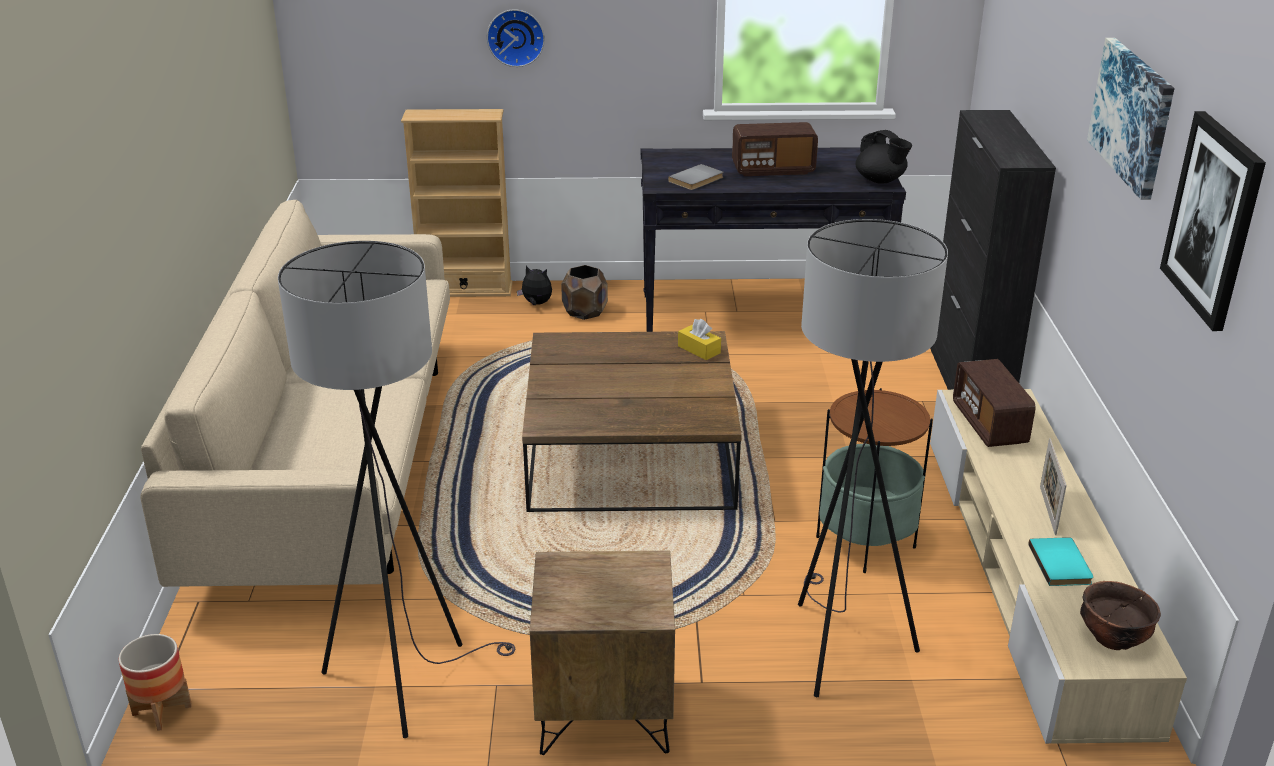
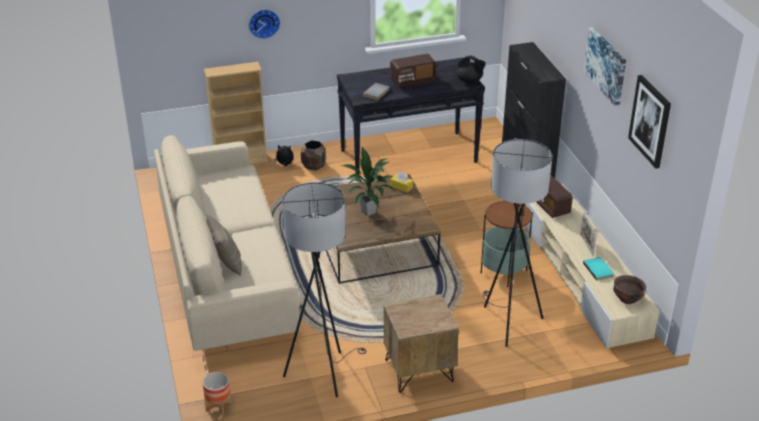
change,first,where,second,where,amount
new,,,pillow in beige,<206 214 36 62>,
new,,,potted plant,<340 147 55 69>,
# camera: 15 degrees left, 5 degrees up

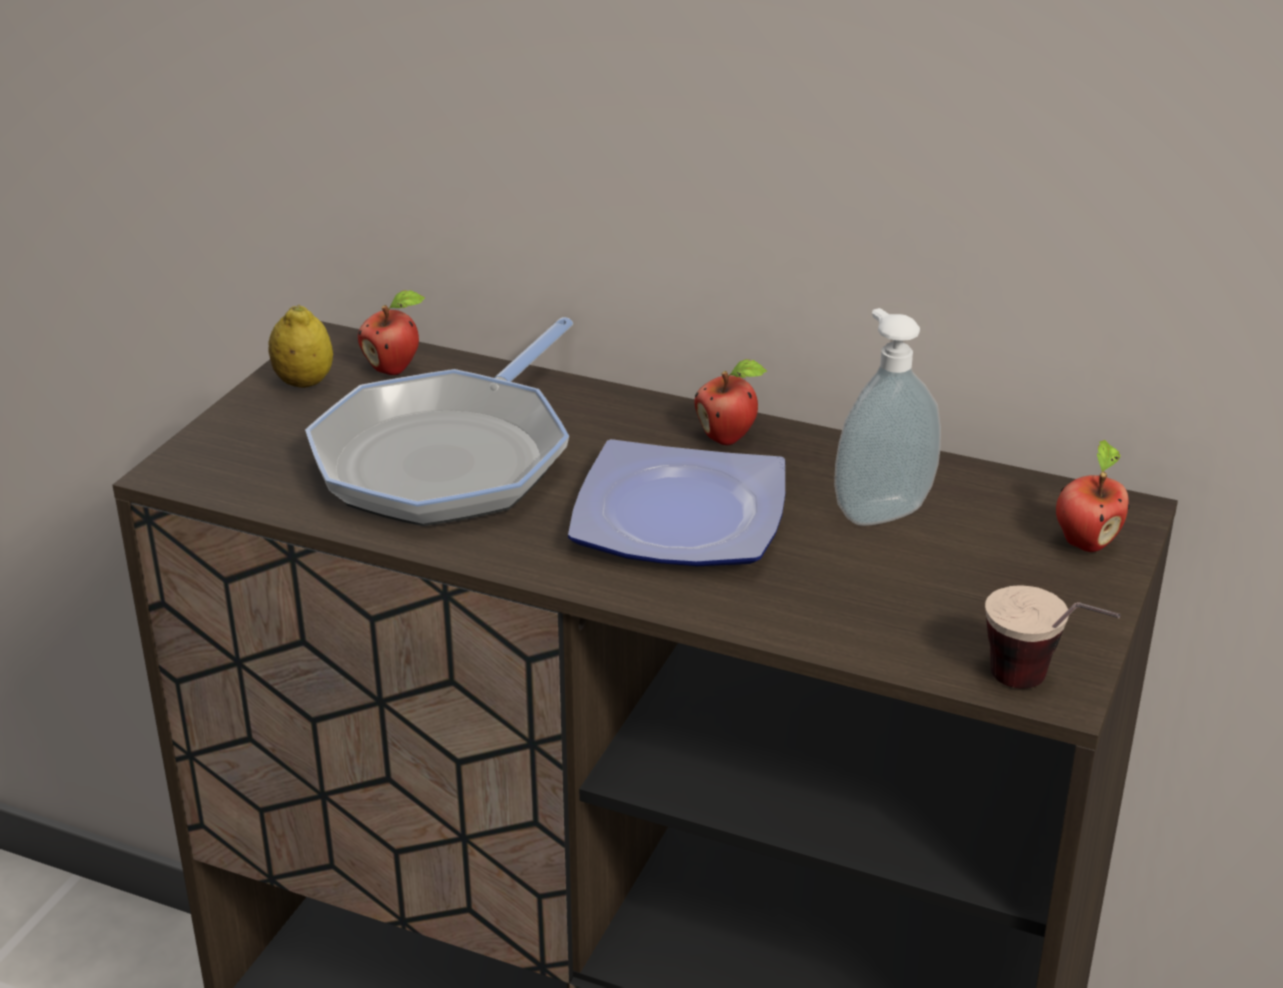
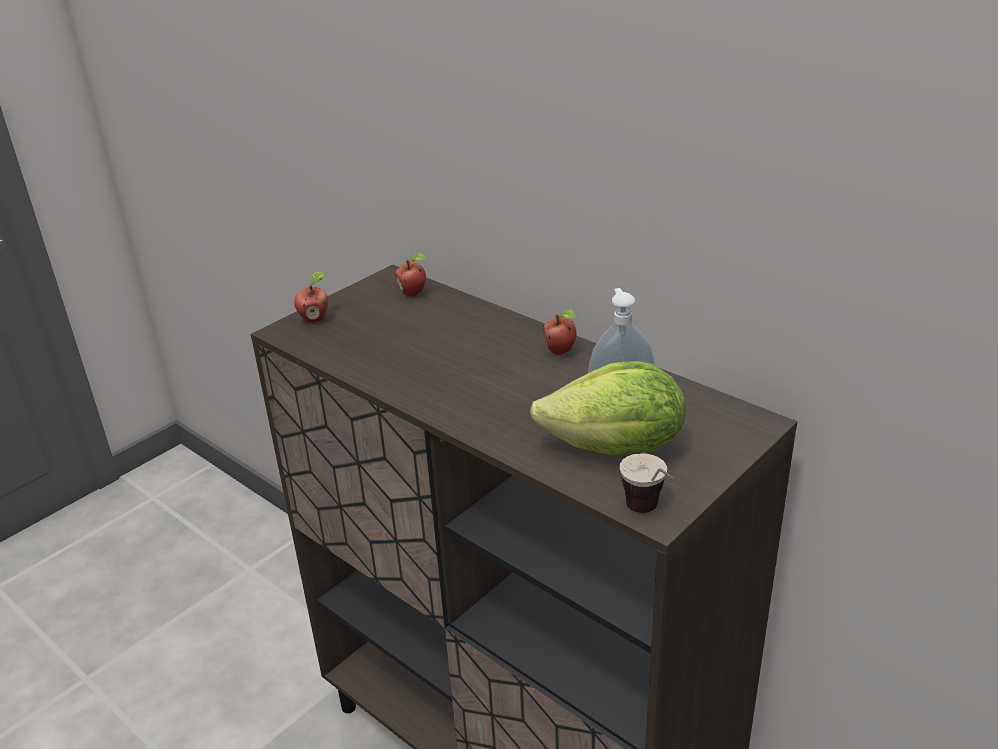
change,first,where,second,where,amount
gone,lemon,<268 304 65 84>,,,
gone,frying pan,<305 317 268 209>,,,
gone,plate,<568 439 217 127>,,,
new,,,lettuce,<530 361 155 94>,
shifted,apple,<1056 440 74 112>,,<294 271 34 52>,
# camera: 20 degrees right, 0 degrees up

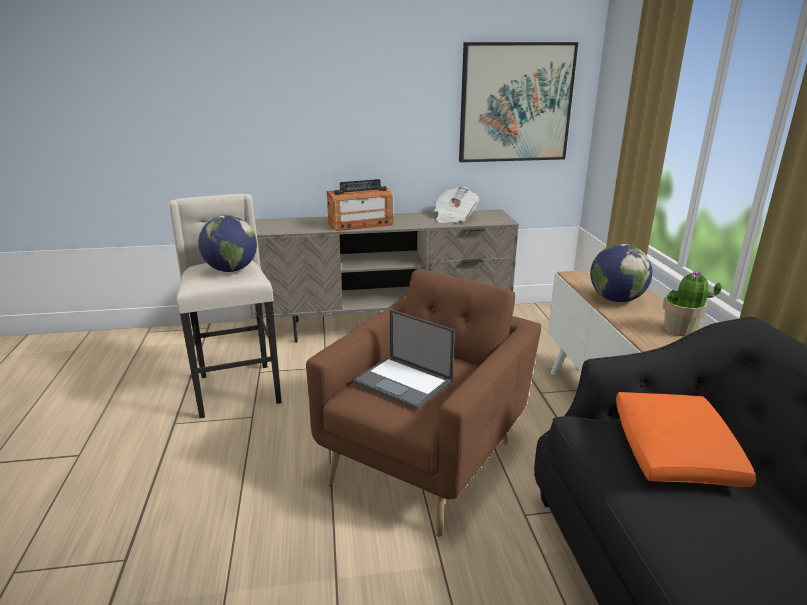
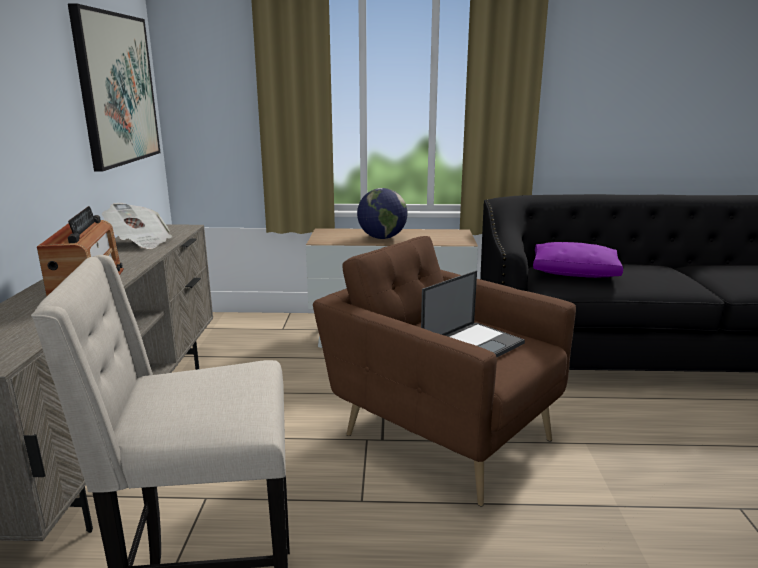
change,first,where,second,where,amount
gone,globe,<198 215 59 57>,,,
gone,potted plant,<663 270 59 66>,,,
repainted,pillow in orange,<616 392 140 95>,pillow in purple,<533 242 90 36>,
# camera: 80 degrees left, 5 degrees down

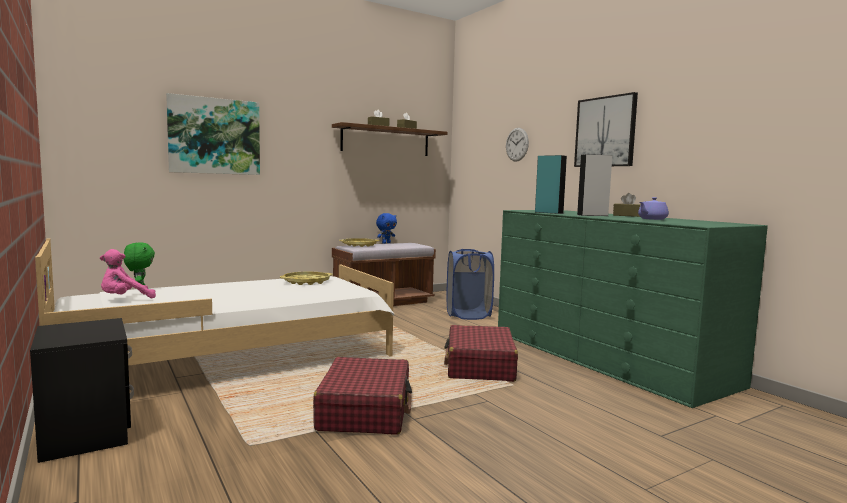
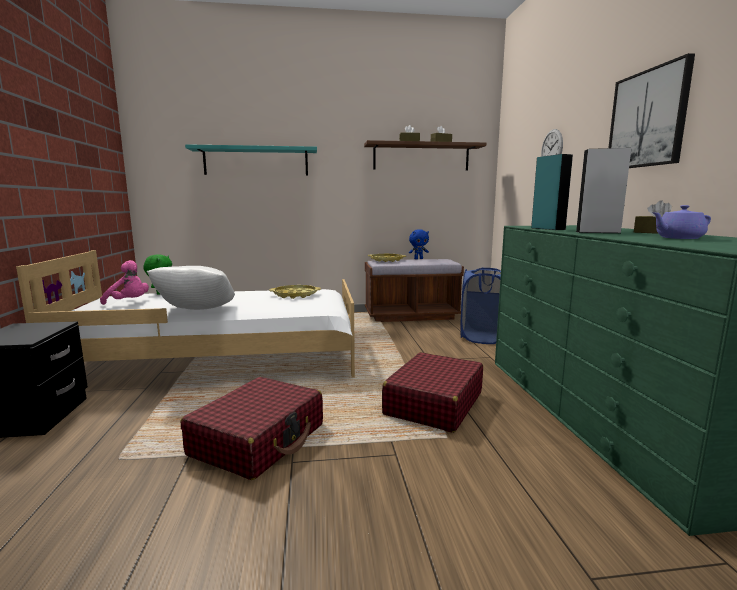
change,first,where,second,where,amount
new,,,pillow in white,<146 266 89 44>,
swapped,picture,<166 93 94 82>,shelf in turquoise,<185 144 132 32>,
rotated,plush toy in pink,<100 249 56 49>,,<100 260 49 45>,150 degrees counterclockwise
# camera: 25 degrees right, 5 degrees up

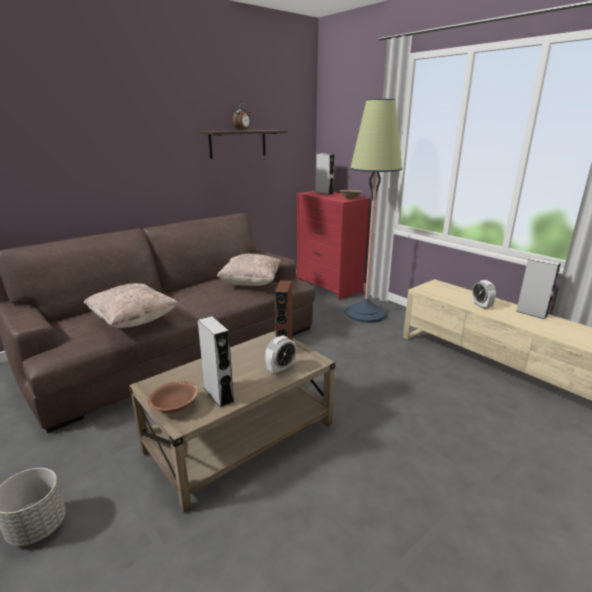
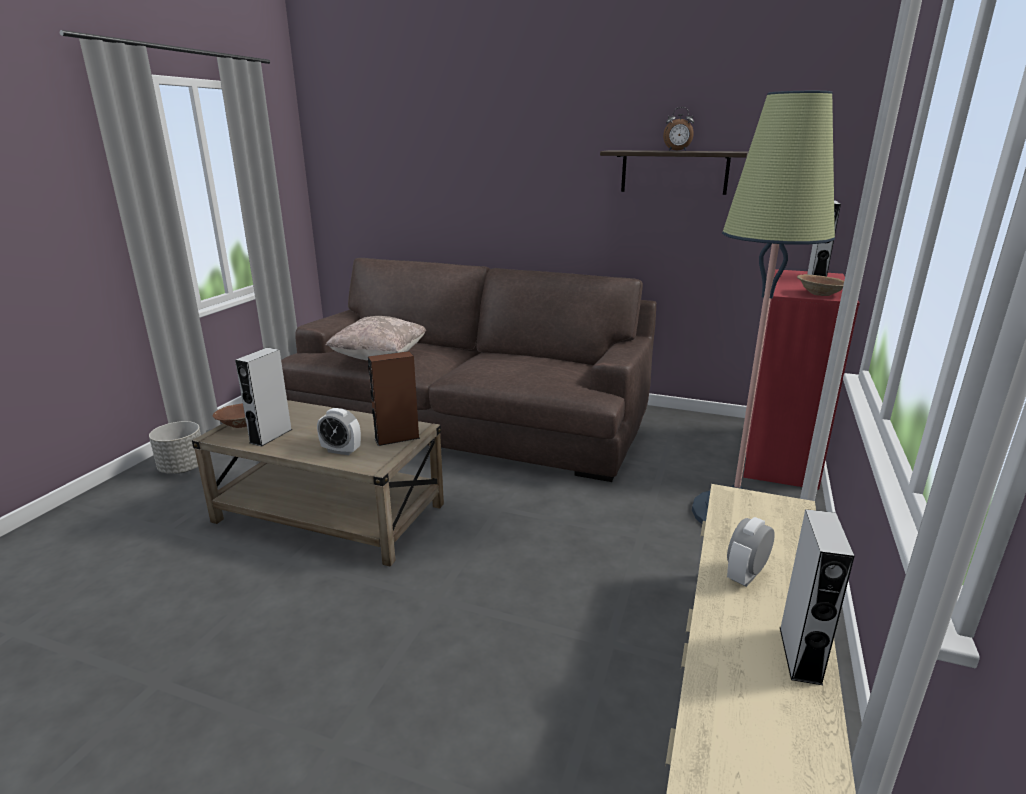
change,first,where,second,where,amount
gone,pillow in beige,<217 254 64 32>,,,
# camera: 60 degrees right, 0 degrees up

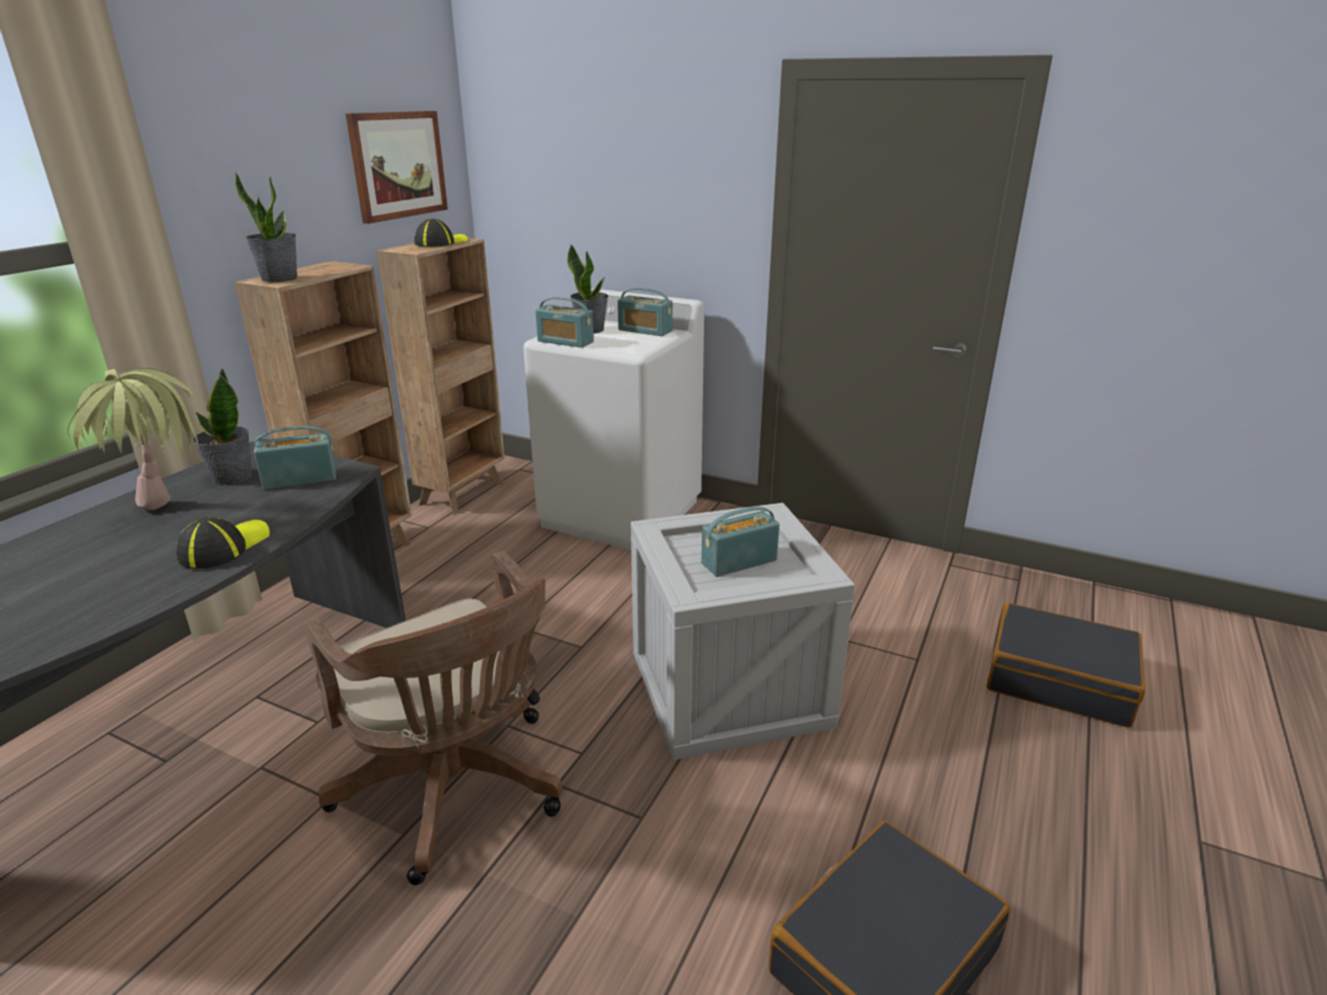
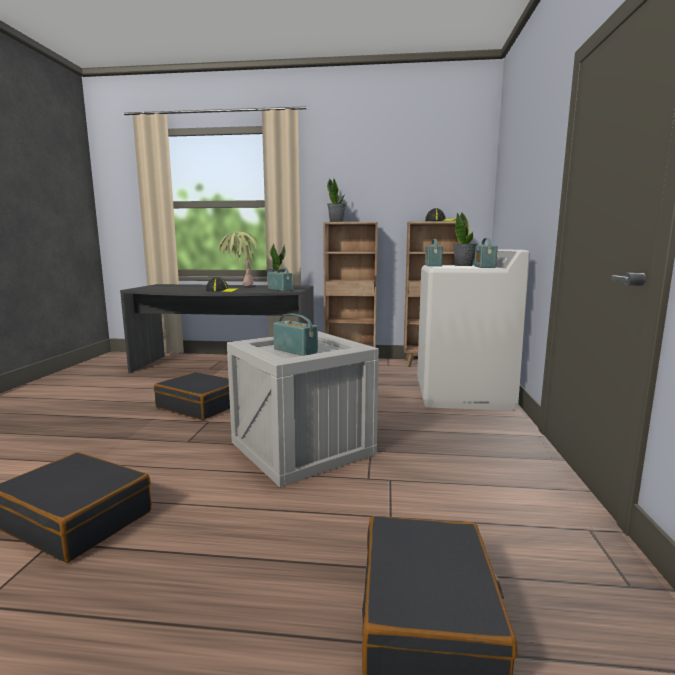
change,first,where,second,where,amount
gone,picture,<346 111 102 113>,,,
swapped,office chair in brown,<304 551 259 334>,suitcase in black,<154 372 76 48>,
# camera: 70 degrees right, 15 degrees down

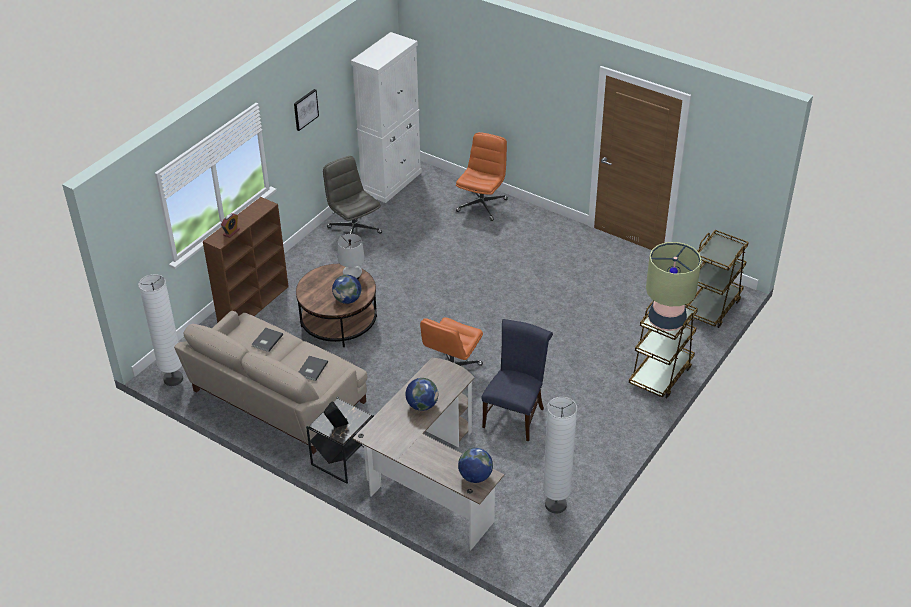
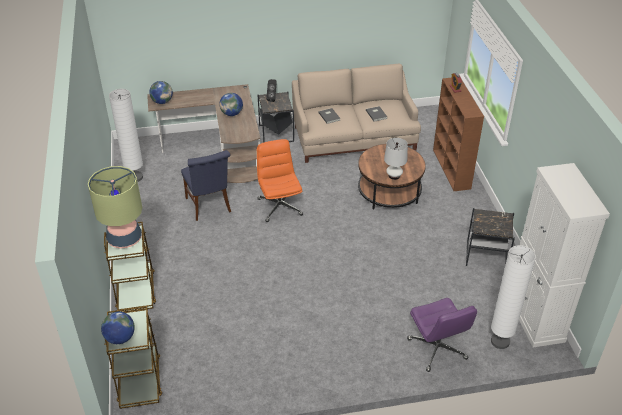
change,first,where,second,where,amount
gone,picture,<294 89 25 42>,,,
shifted,floor lamp in white,<138 274 45 112>,,<491 245 45 104>,
shifted,globe,<332 275 29 29>,,<101 311 34 33>,
swapped,office chair in grey,<323 156 59 78>,side table in black,<466 208 49 58>,
repainted,office chair in orange,<456 132 52 89>,office chair in purple,<407 298 70 74>,
# camera: 135 degrees right, 0 degrees up

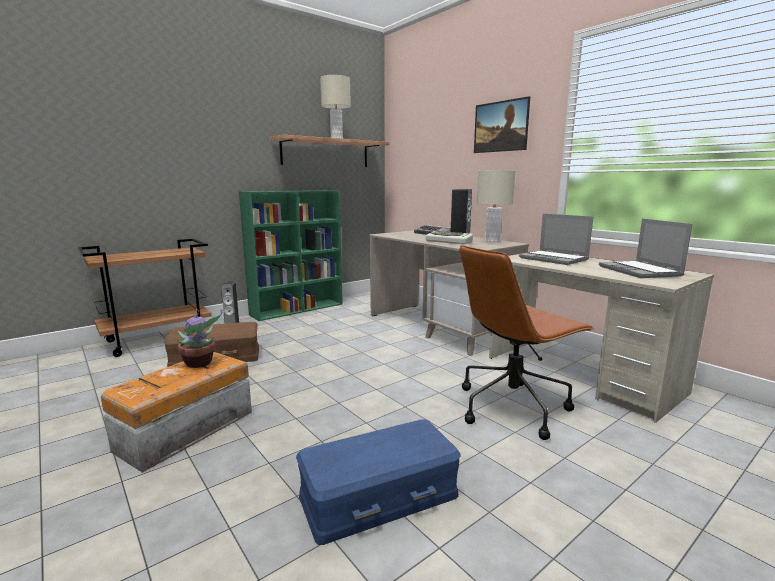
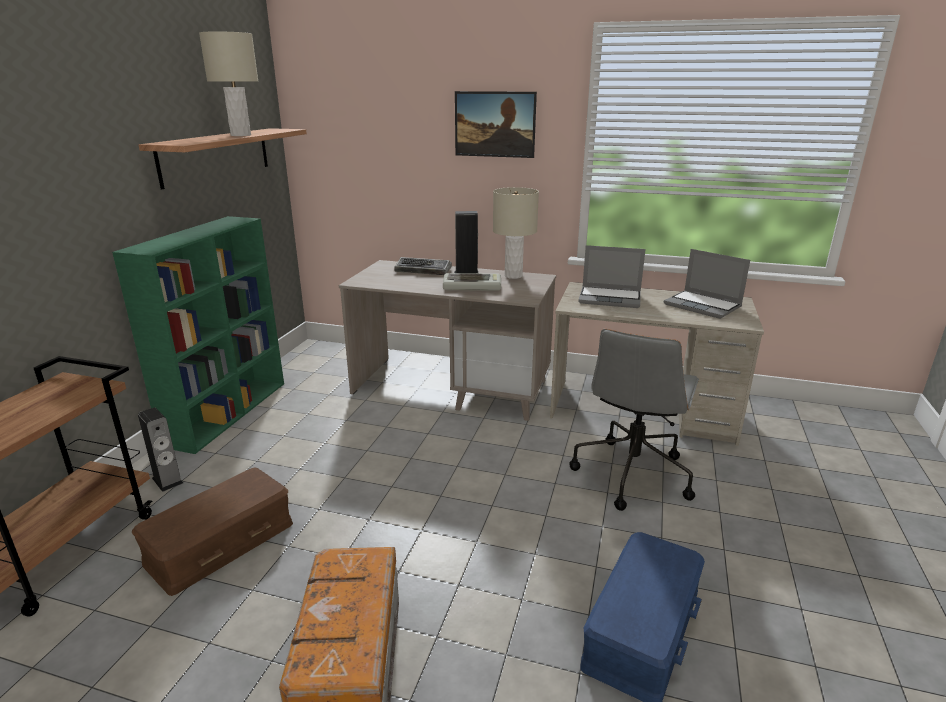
change,first,where,second,where,amount
gone,potted plant,<176 309 47 59>,,,
repainted,office chair in brown,<460 245 135 195>,office chair in grey,<569 329 130 182>,
# camera: 35 degrees left, 10 degrees up

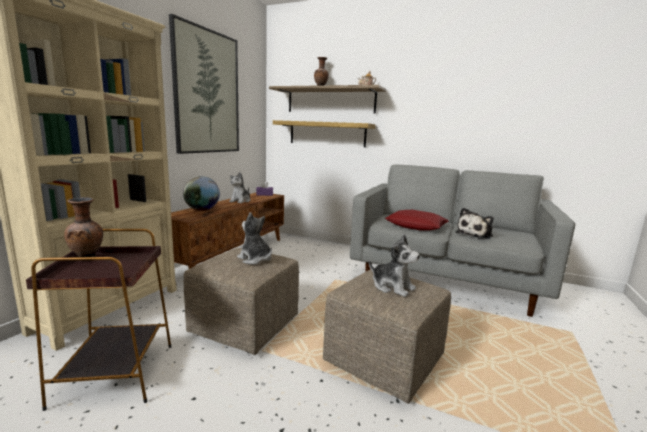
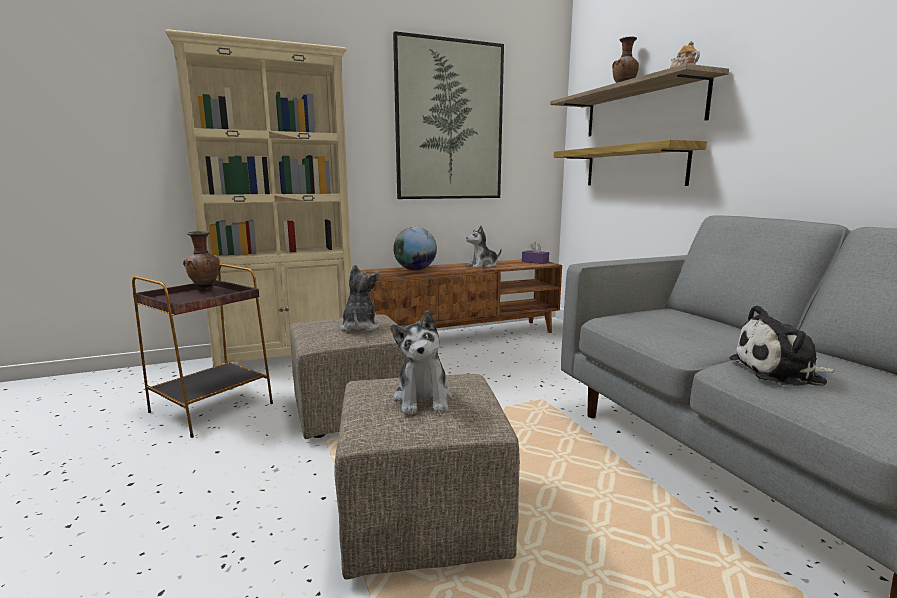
change,first,where,second,where,amount
gone,pillow in red,<385 210 64 20>,,,
# camera: 45 degrees right, 0 degrees up

